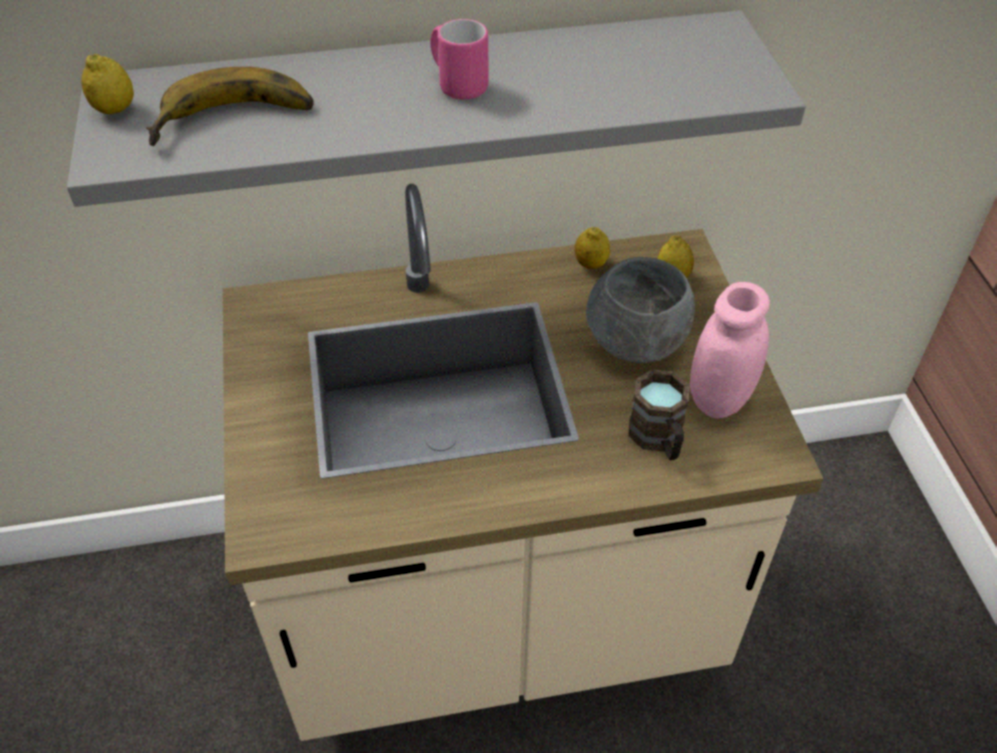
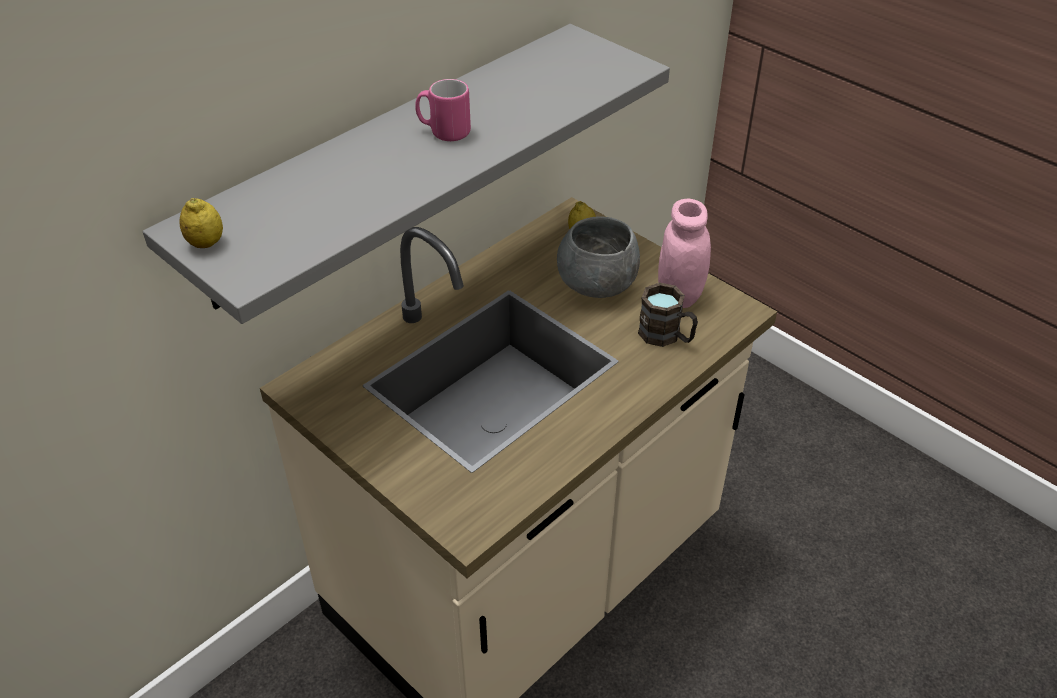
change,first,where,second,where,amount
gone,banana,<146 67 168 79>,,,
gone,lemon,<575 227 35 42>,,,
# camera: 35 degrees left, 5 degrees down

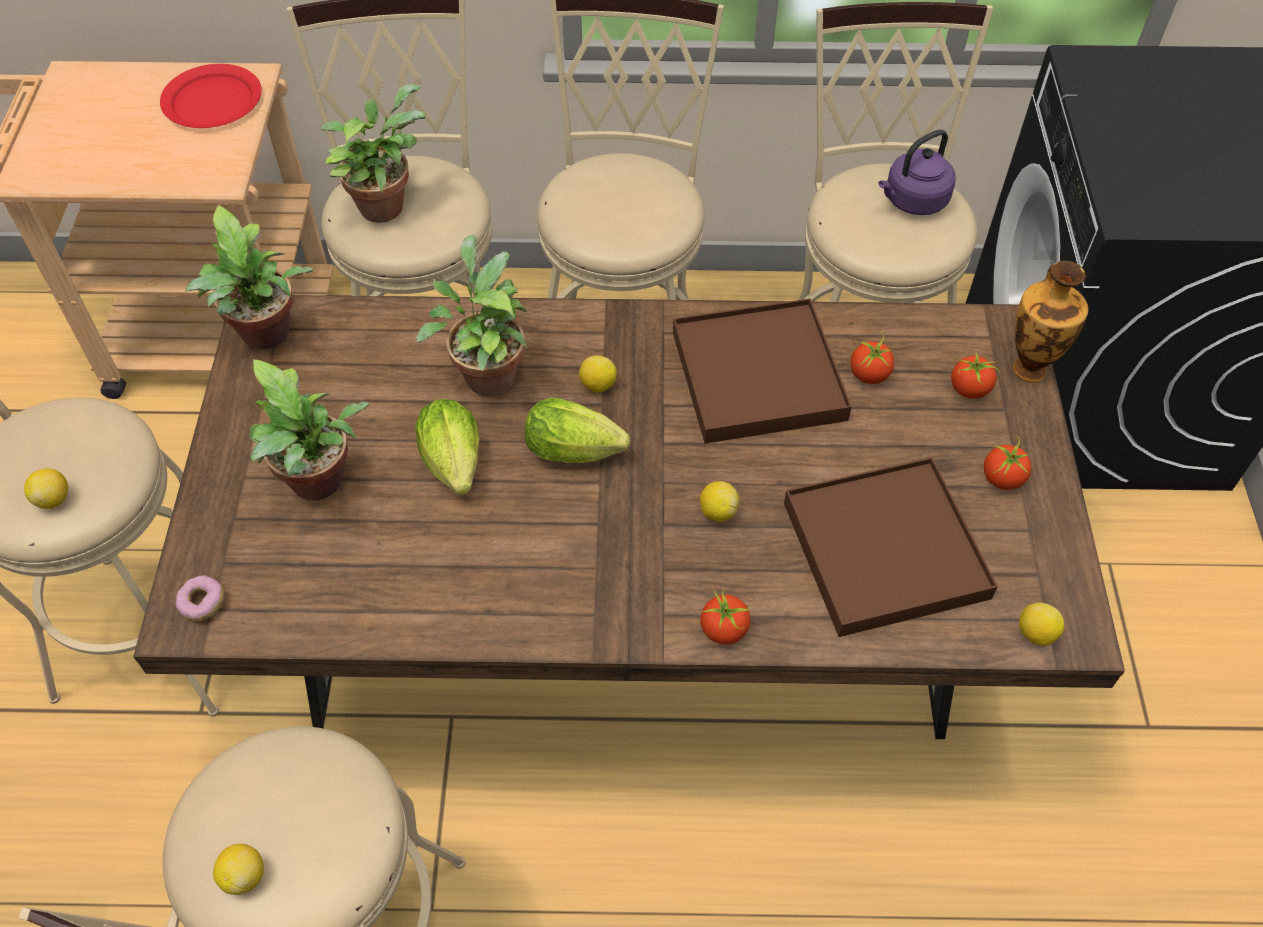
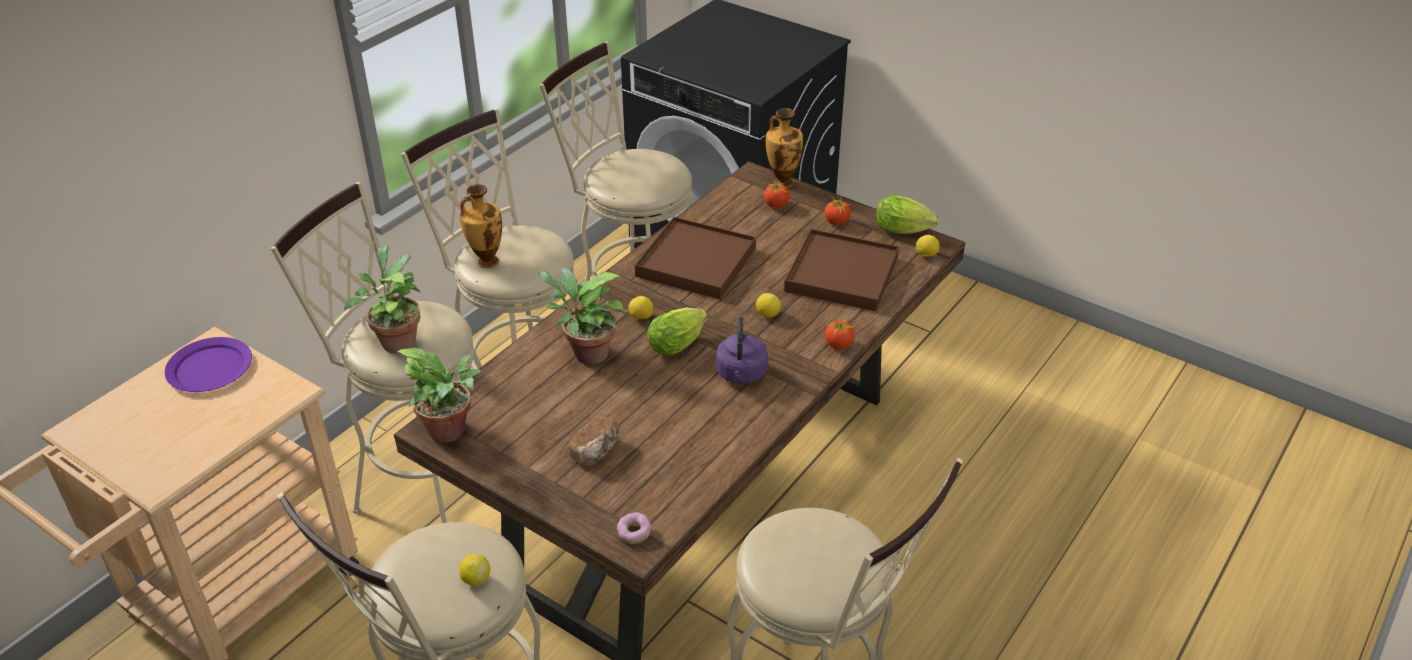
change,first,where,second,where,amount
gone,lemon,<213 844 51 51>,,,
gone,tomato,<851 332 46 52>,,,
new,,,vase,<459 184 43 84>,
shifted,lettuce,<415 399 64 96>,,<876 195 62 39>,
shifted,kettle in purple,<878 129 78 86>,,<716 316 52 68>,
swapped,potted plant,<249 359 120 141>,bread,<568 417 52 49>,
repainted,plate in red,<160 64 102 64>,plate in purple,<165 337 87 55>,
# camera: 55 degrees left, 15 degrees down

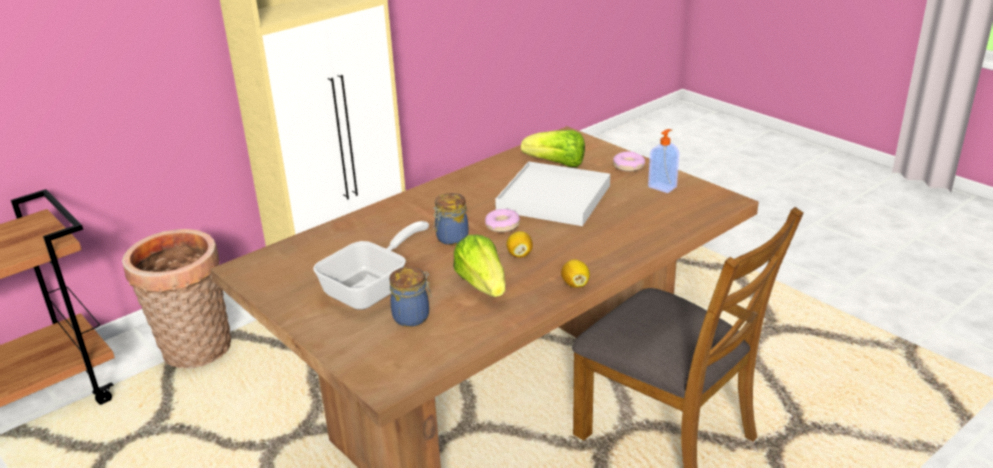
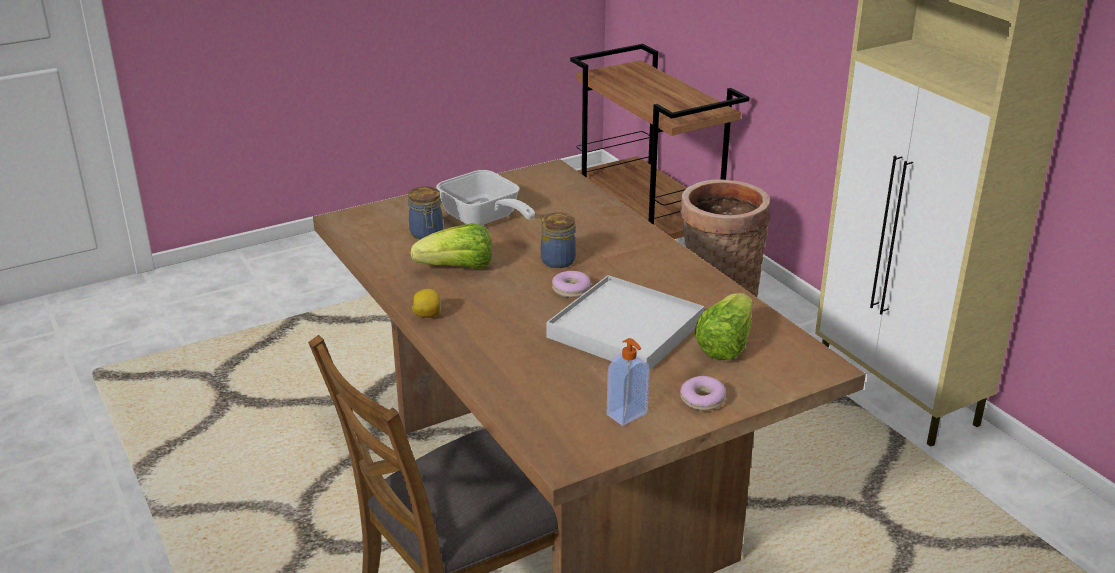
change,first,where,second,where,amount
gone,lemon,<506 231 27 27>,,,
# camera: 100 degrees right, 0 degrees up

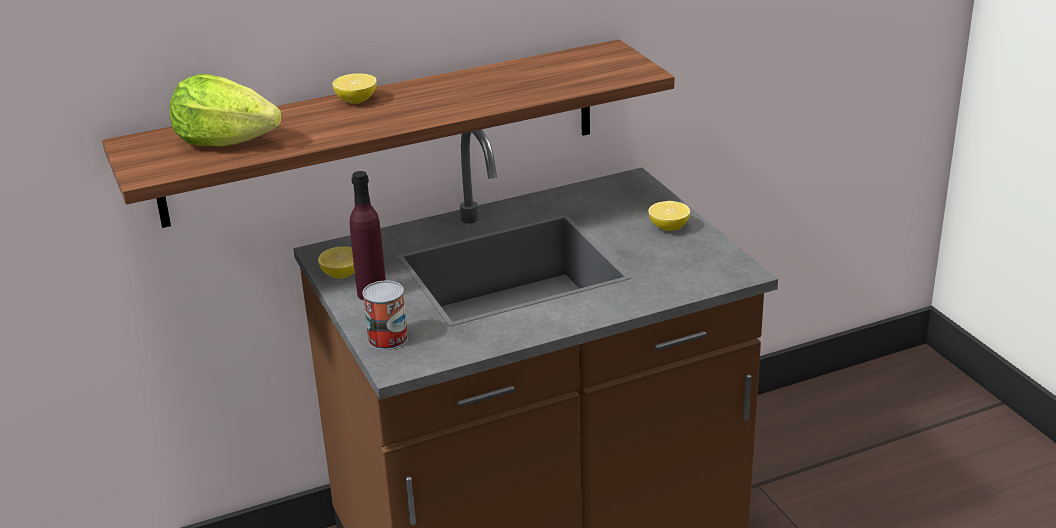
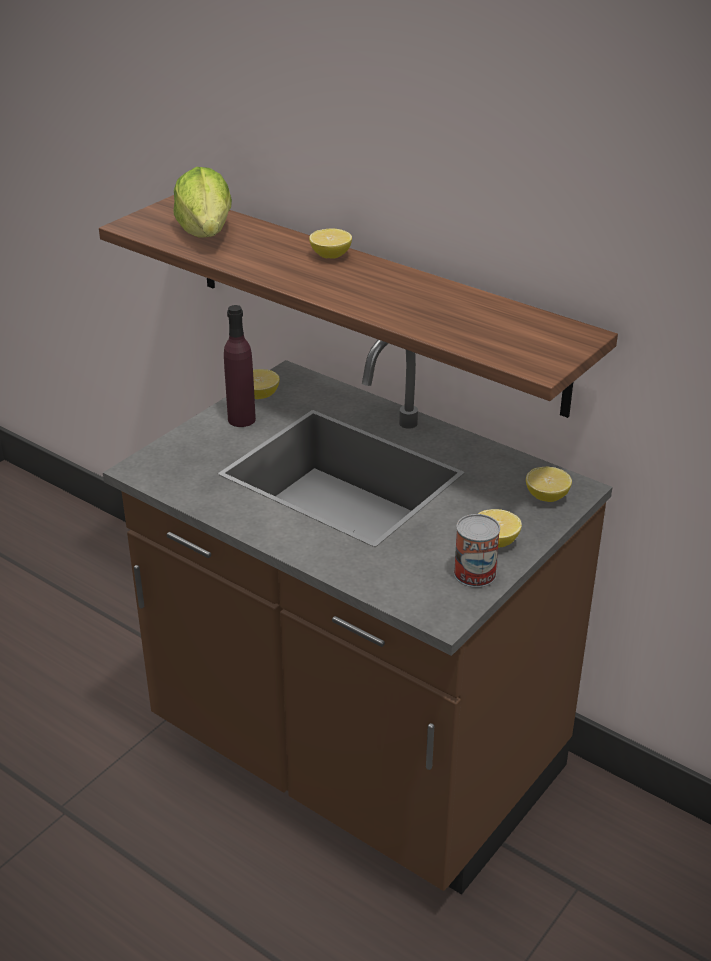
change,first,where,second,where,amount
new,,,lemon,<526 467 46 35>,
shifted,can,<362 280 46 70>,,<454 514 46 74>,
# camera: 60 degrees right, 5 degrees up

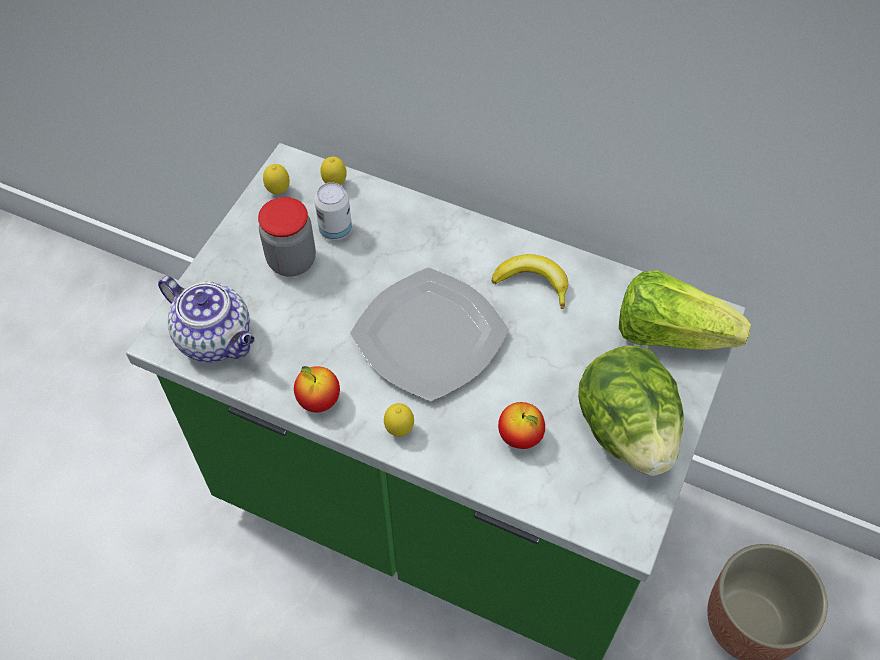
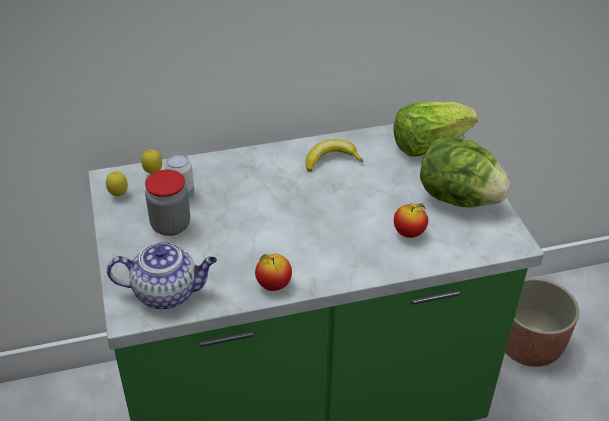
change,first,where,second,where,amount
gone,plate,<350 267 159 134>,,,
gone,lemon,<384 403 30 34>,,,
# camera: 40 degrees left, 15 degrees down

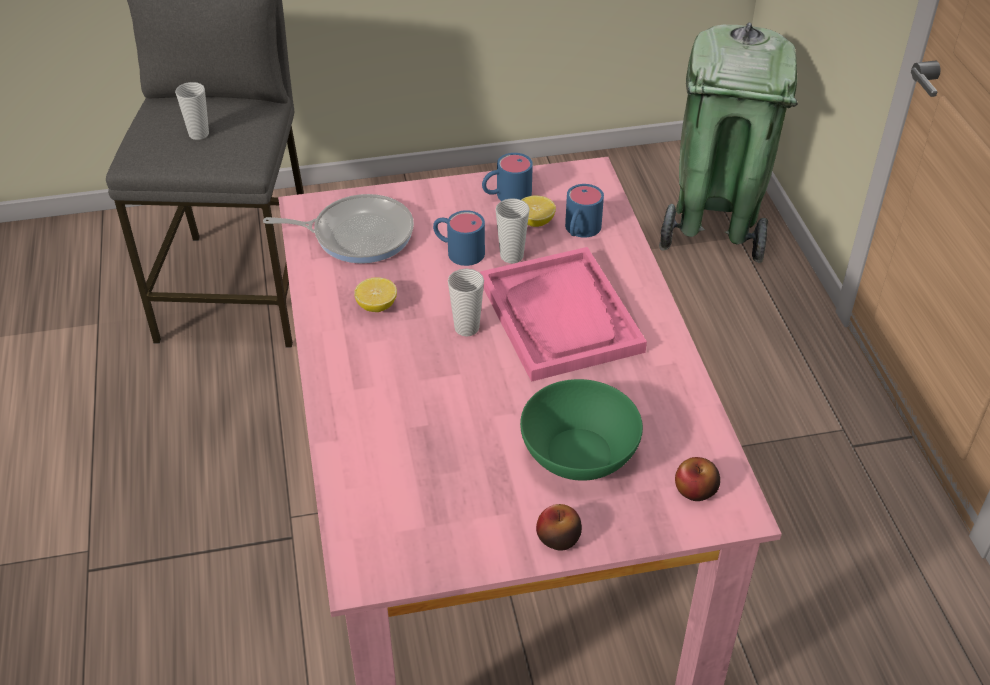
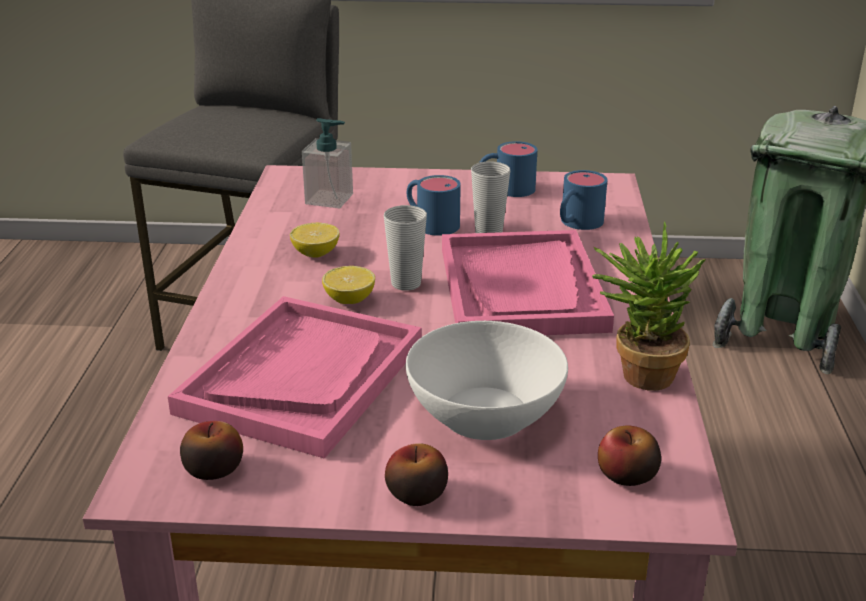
change,first,where,second,where,amount
gone,cup,<175 82 34 58>,,,
new,,,tray in pink,<168 296 254 163>,
new,,,apple,<180 421 63 59>,
new,,,potted plant,<592 222 114 169>,
shifted,lemon,<521 196 35 31>,,<322 266 53 38>,
swapped,frying pan,<263 194 151 69>,soap dispenser,<302 118 51 90>,
repainted,bowl in green,<520 379 123 102>,bowl in white,<406 321 162 119>,
# camera: 15 degrees right, 15 degrees down

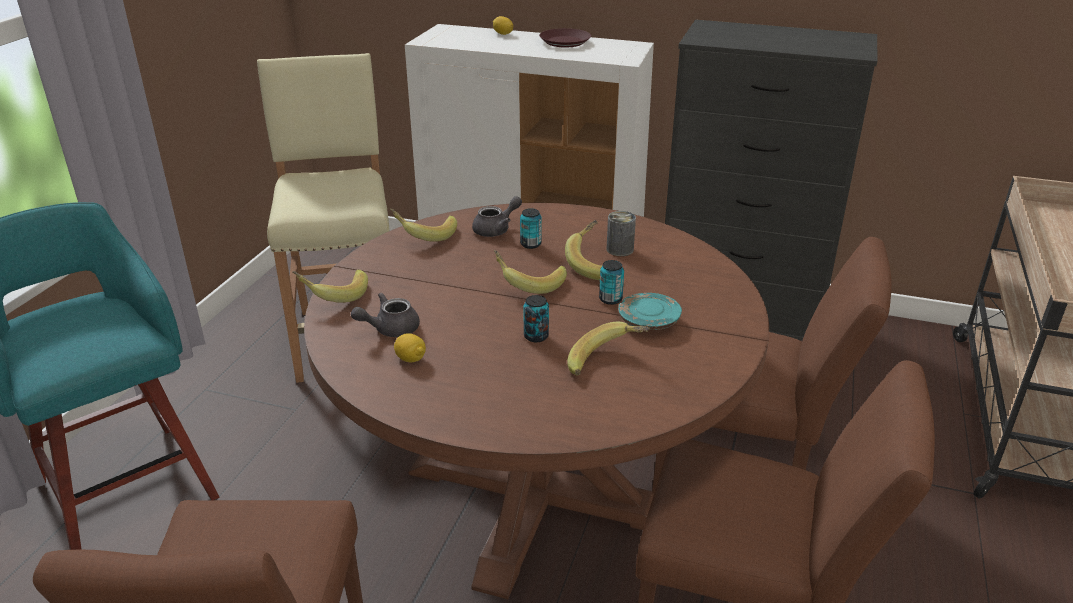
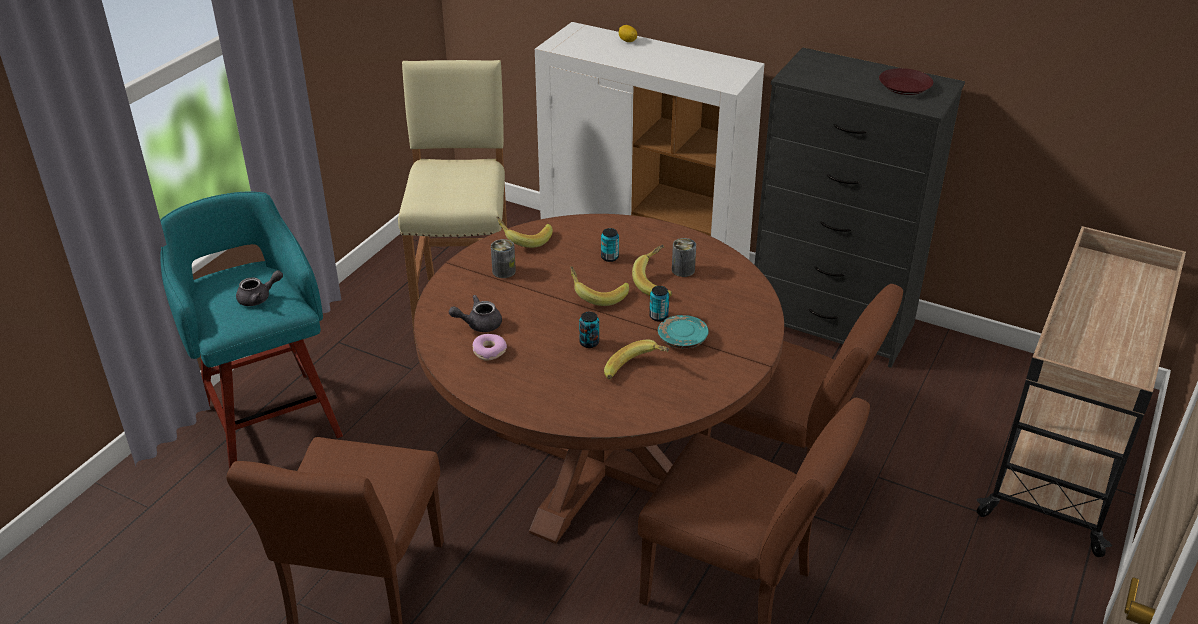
change,first,where,second,where,amount
gone,banana,<292 269 76 34>,,,
new,,,can,<491 239 25 39>,
shifted,teapot in grey,<472 196 50 41>,,<236 270 47 36>,
shifted,plate in brown,<539 28 52 20>,,<879 68 54 27>,
swapped,lemon,<394 333 32 29>,donut,<472 334 35 27>,
# camera: 10 degrees right, 5 degrees up

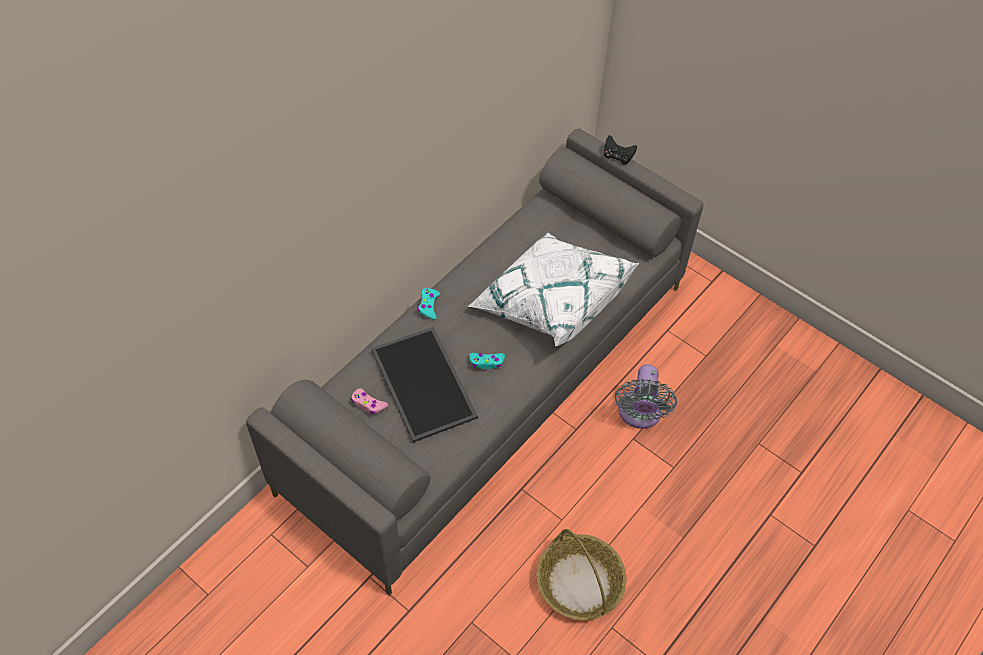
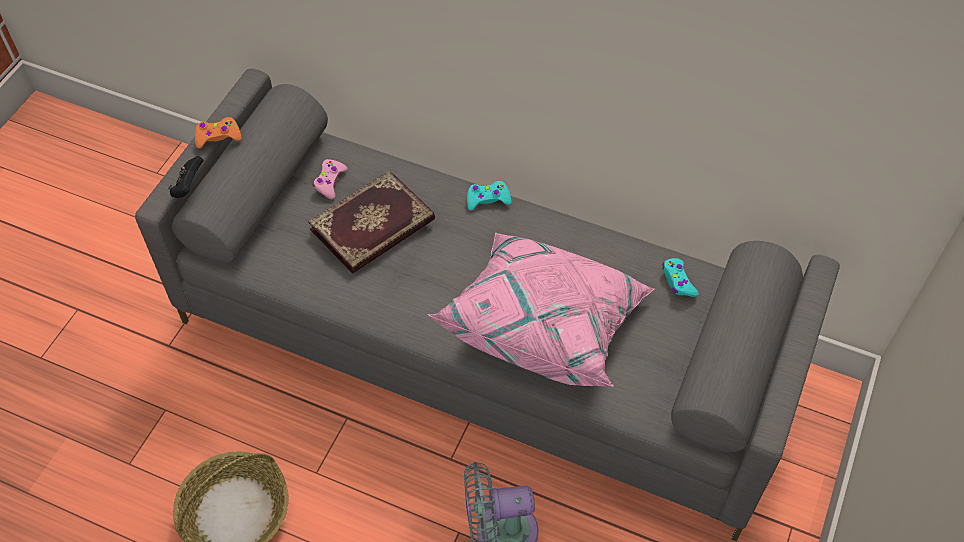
change,first,where,second,where,amount
new,,,game controller in orange,<195 117 47 31>,
shifted,game controller in turquoise,<469 353 36 16>,,<663 258 36 39>,
shifted,game controller in black,<604 135 33 30>,,<168 156 36 42>,
swapped,tray,<371 327 107 116>,book,<308 170 127 104>,
repainted,pillow in white,<468 233 171 114>,pillow in pink,<428 232 227 155>,
# camera: 75 degrees right, 0 degrees up

